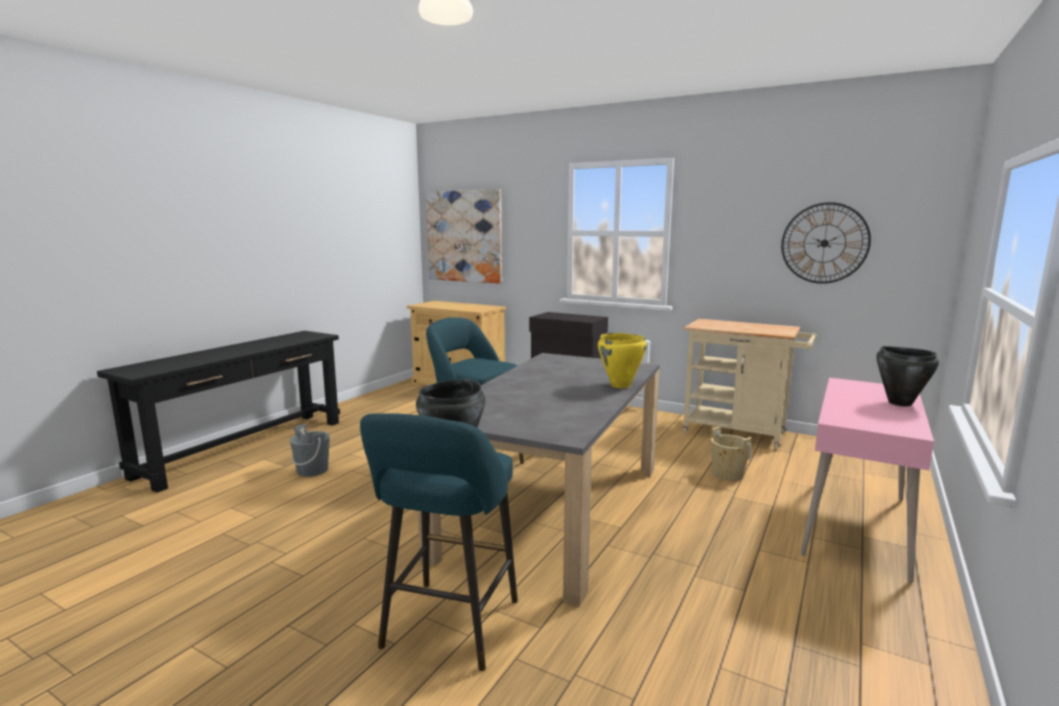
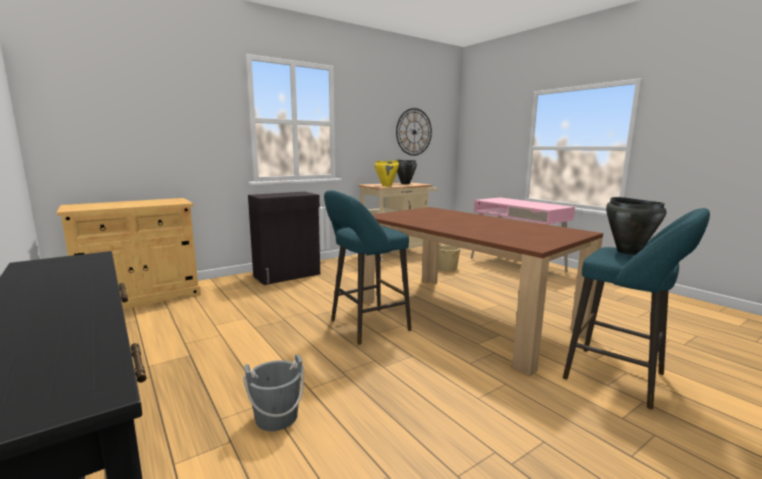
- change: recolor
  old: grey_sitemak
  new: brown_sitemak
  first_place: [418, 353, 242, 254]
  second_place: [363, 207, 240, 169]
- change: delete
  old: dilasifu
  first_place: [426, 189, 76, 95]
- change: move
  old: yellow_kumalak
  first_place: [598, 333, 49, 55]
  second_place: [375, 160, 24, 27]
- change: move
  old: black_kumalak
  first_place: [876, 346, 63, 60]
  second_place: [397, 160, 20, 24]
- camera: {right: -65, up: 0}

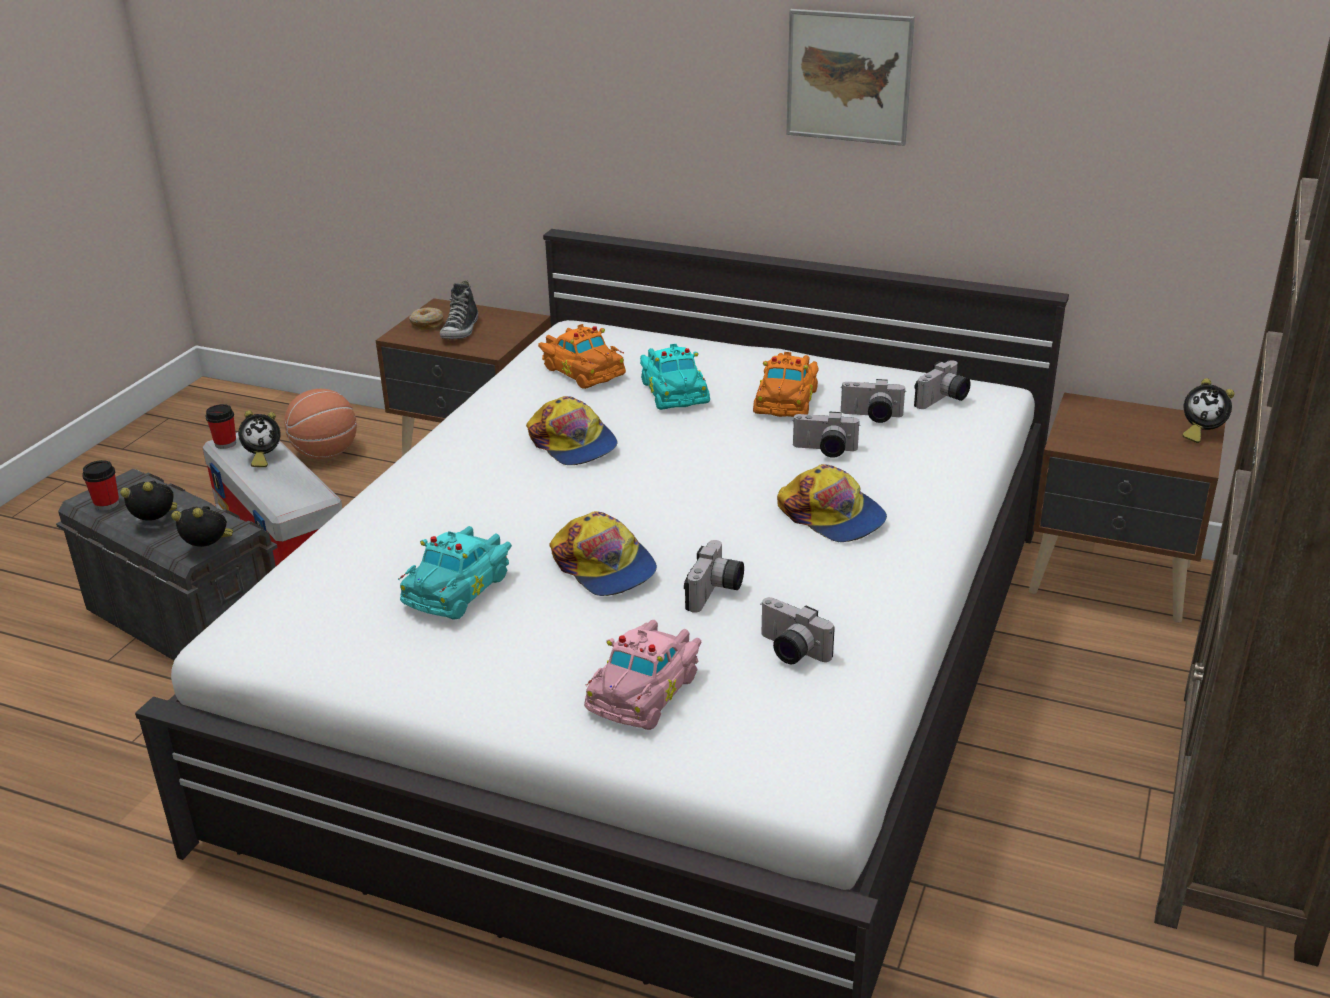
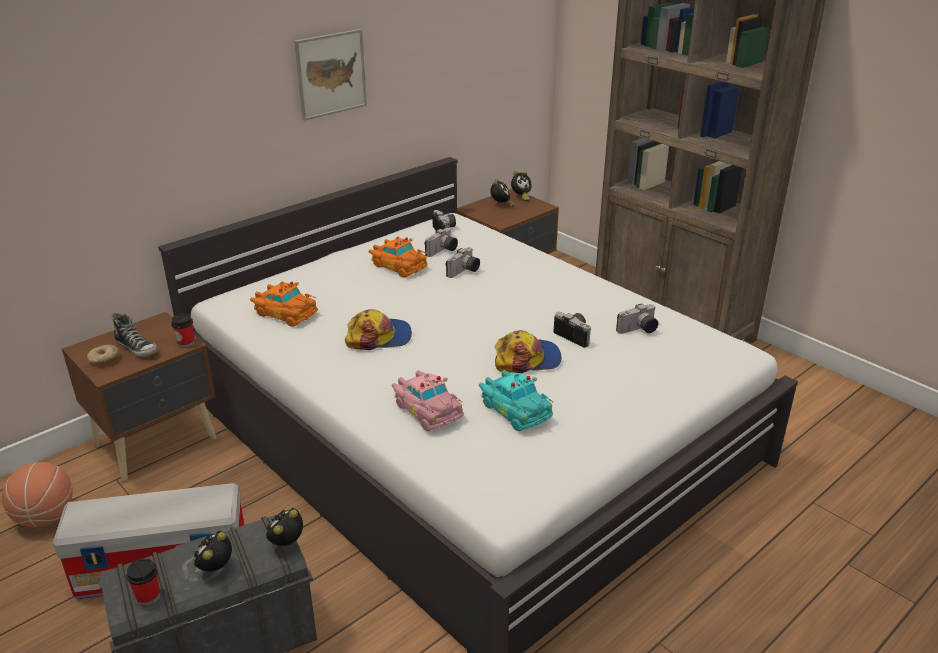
- change: move
  old: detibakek
  first_place: [205, 404, 31, 45]
  second_place: [171, 314, 23, 34]
- change: move
  old: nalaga
  first_place: [238, 410, 43, 57]
  second_place: [490, 179, 24, 28]
- change: rotate
  old: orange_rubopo
  first_place: [538, 324, 88, 65]
  second_place: [250, 281, 68, 46]
  degrees: 45
- change: move
  old: pink_rubopo
  first_place: [584, 620, 118, 110]
  second_place: [392, 370, 72, 61]
- change: delete
  old: turquoise_rubopo
  first_place: [640, 344, 70, 66]
- change: delete
  old: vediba
  first_place: [777, 464, 110, 78]
- camera: {right: -65, up: 0}

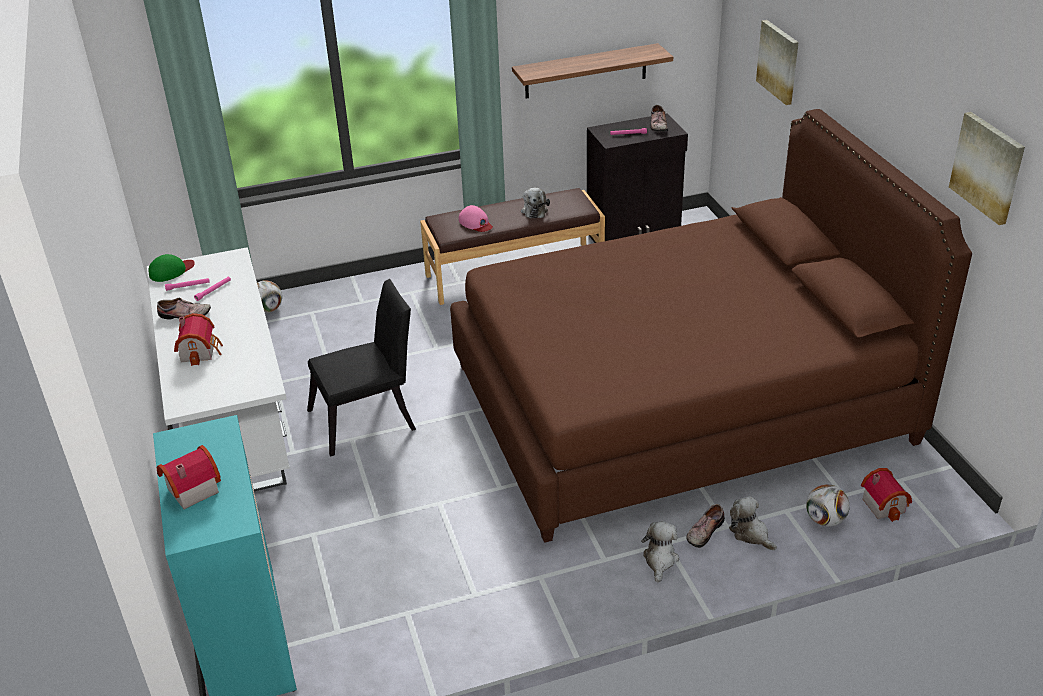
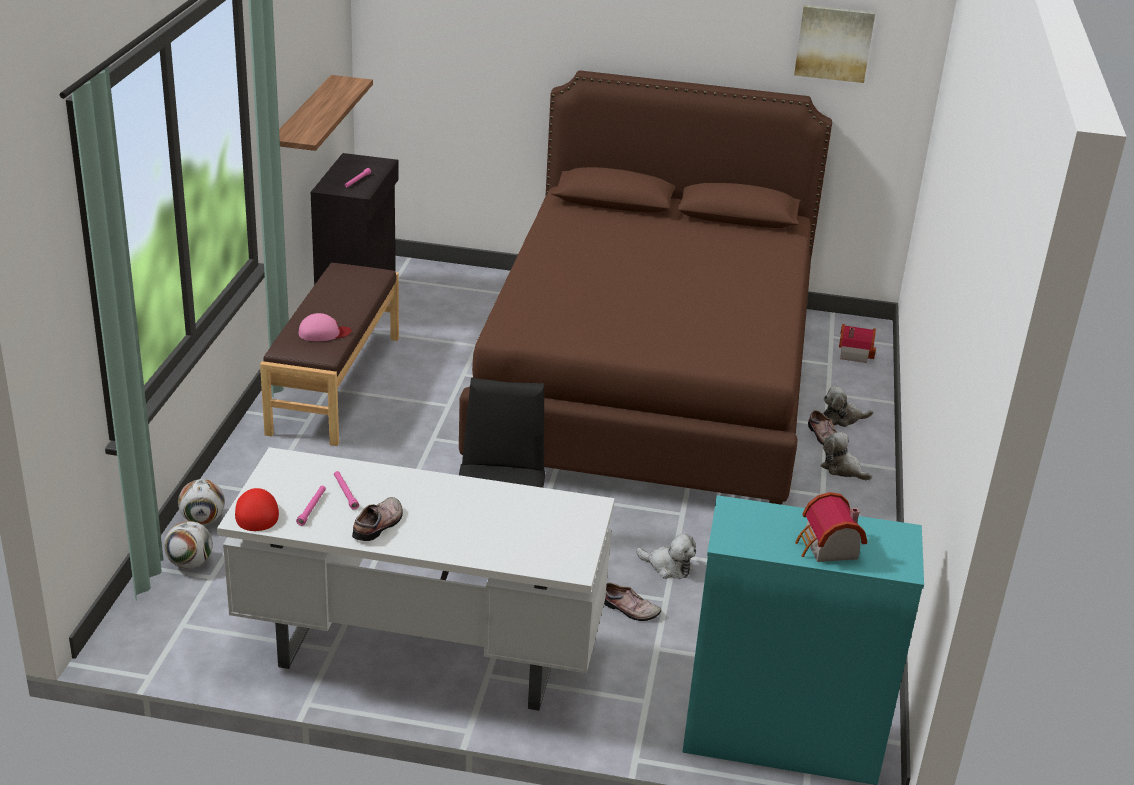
- change: recolor
  old: green_vediba
  new: red_vediba
  first_place: [149, 254, 45, 28]
  second_place: [235, 488, 44, 43]
- change: delete
  old: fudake
  first_place: [174, 313, 49, 53]
- change: move
  old: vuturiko
  first_place: [521, 188, 29, 30]
  second_place: [636, 534, 60, 45]
- change: move
  old: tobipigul
  first_place: [650, 105, 18, 27]
  second_place: [604, 582, 57, 39]
- change: delete
  old: dilasifu
  first_place: [756, 20, 43, 85]
- change: move
  old: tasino
  first_place: [806, 484, 44, 43]
  second_place: [178, 479, 47, 46]
- camera: {right: -65, up: -5}

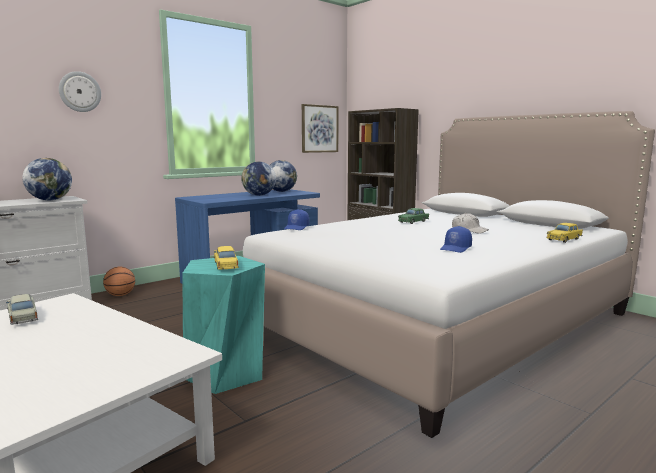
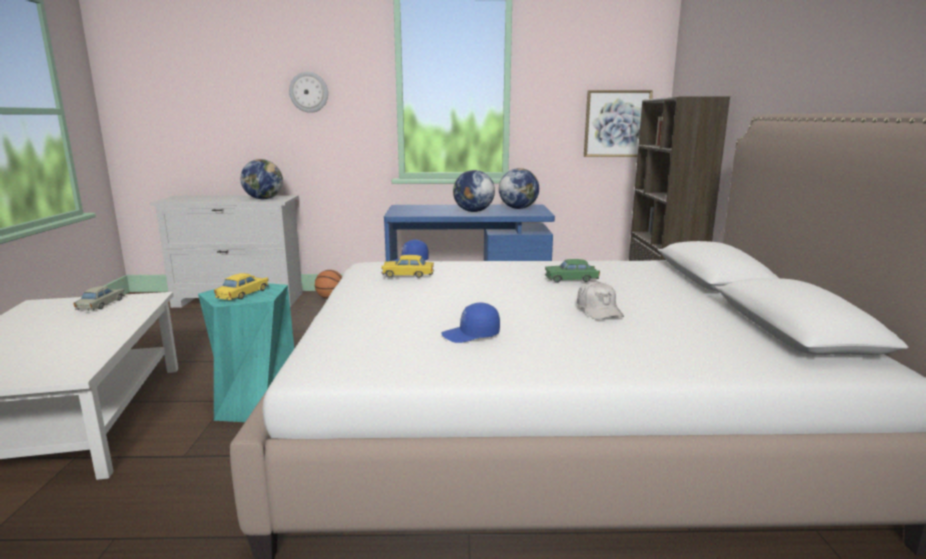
- change: move
  old: yellow_rubopo
  first_place: [547, 223, 36, 20]
  second_place: [381, 255, 53, 23]
- camera: {right: 40, up: 5}

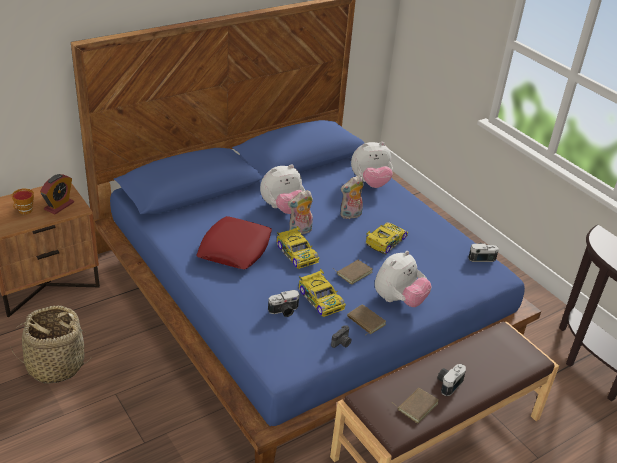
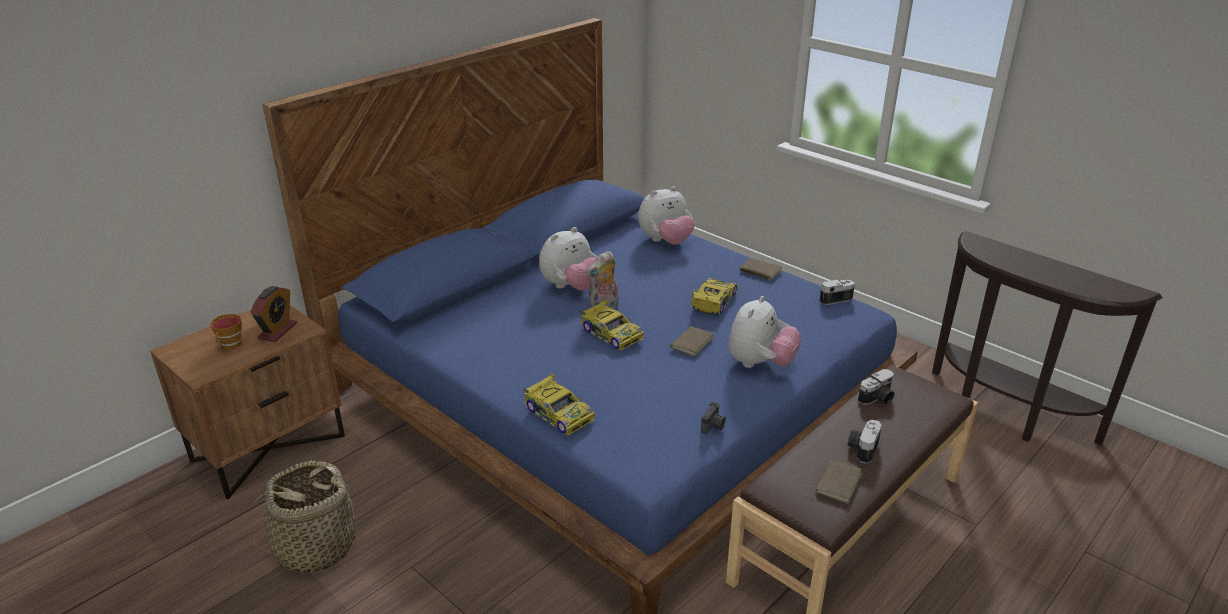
- change: delete
  old: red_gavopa
  first_place: [196, 216, 76, 53]
- change: move
  old: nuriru
  first_place: [268, 290, 31, 27]
  second_place: [858, 369, 36, 36]
- change: move
  old: rubopo
  first_place: [299, 269, 47, 48]
  second_place: [523, 373, 72, 63]
- change: delete
  old: vuturiko
  first_place: [340, 175, 24, 44]
- change: move
  old: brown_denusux
  first_place: [347, 304, 39, 31]
  second_place: [740, 258, 42, 23]
- camera: {right: -10, up: -5}

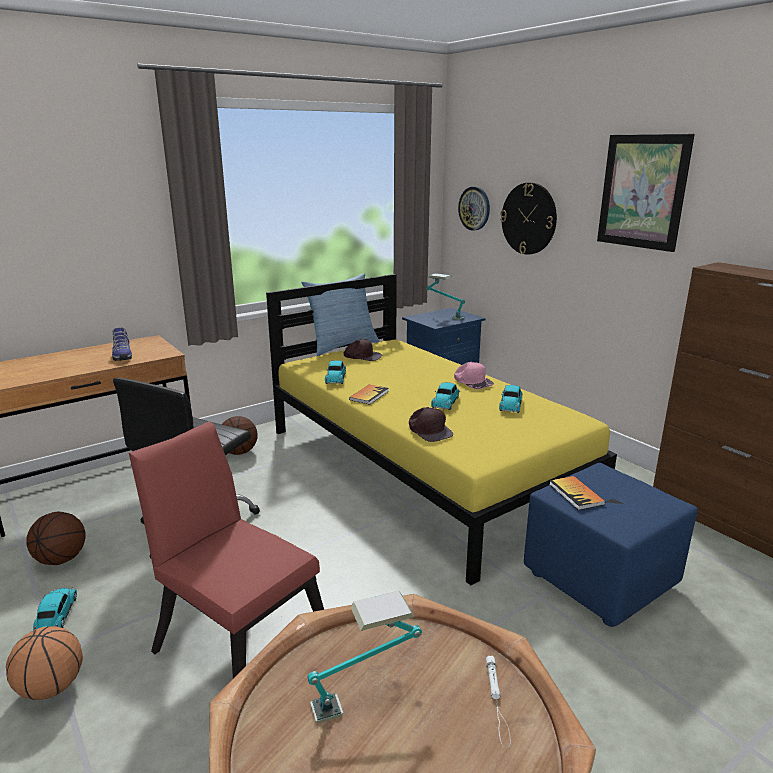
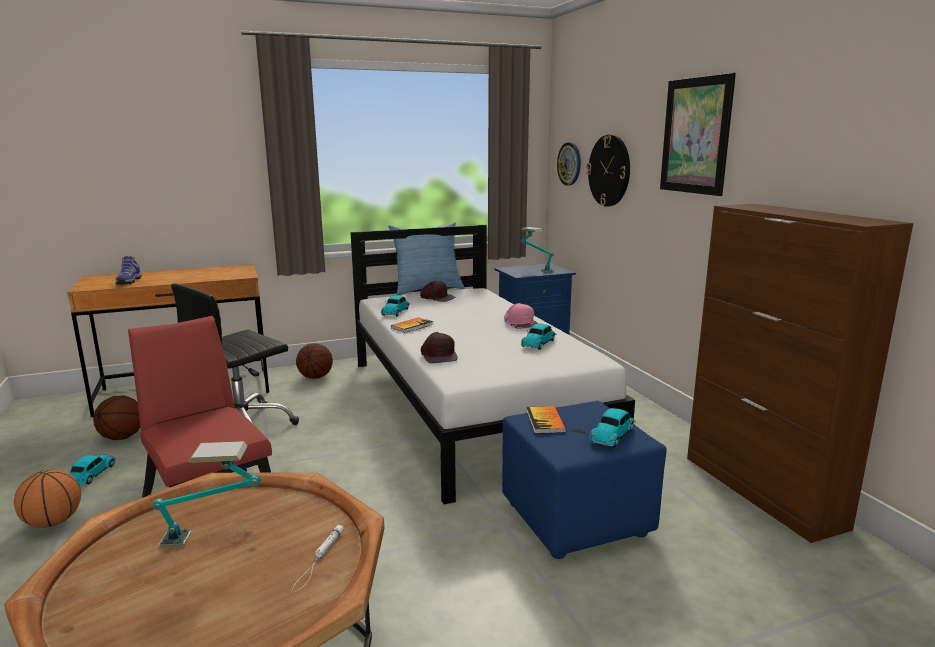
- change: move
  old: tobipigul
  first_place: [112, 328, 20, 33]
  second_place: [116, 256, 26, 29]
- change: recolor
  old: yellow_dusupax
  new: white_dusupax
  first_place: [266, 274, 351, 311]
  second_place: [351, 225, 284, 279]
- change: move
  old: rubopo
  first_place: [431, 382, 29, 28]
  second_place: [589, 408, 47, 39]
- camera: {right: 15, up: -5}

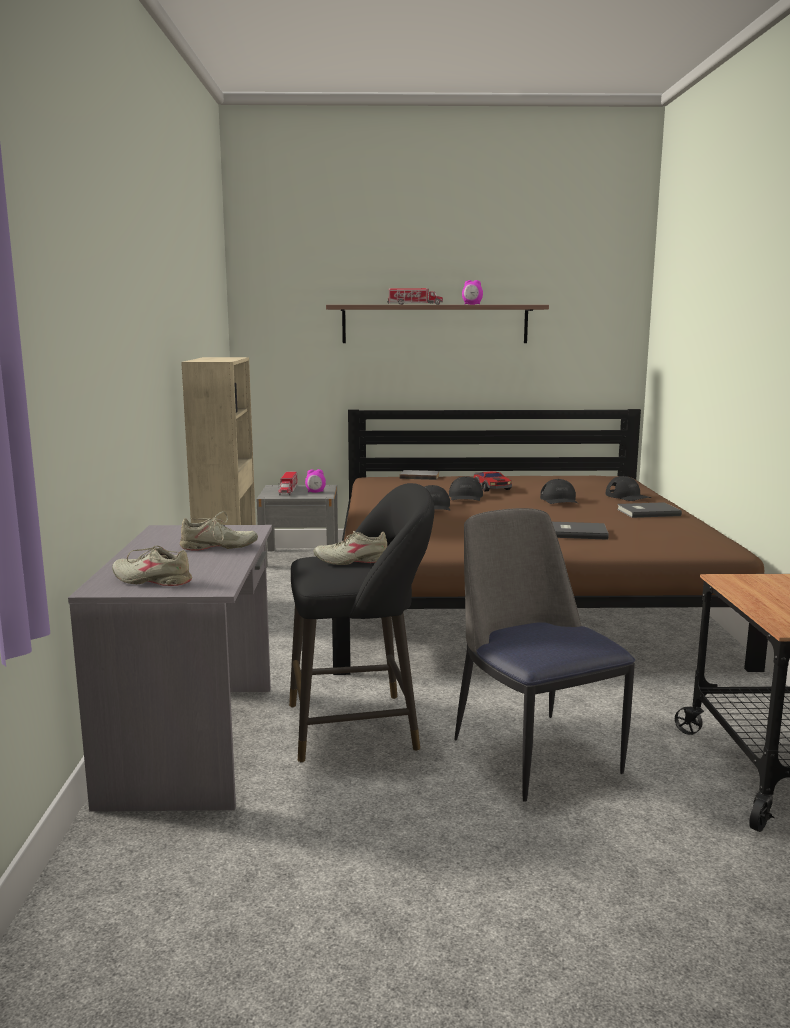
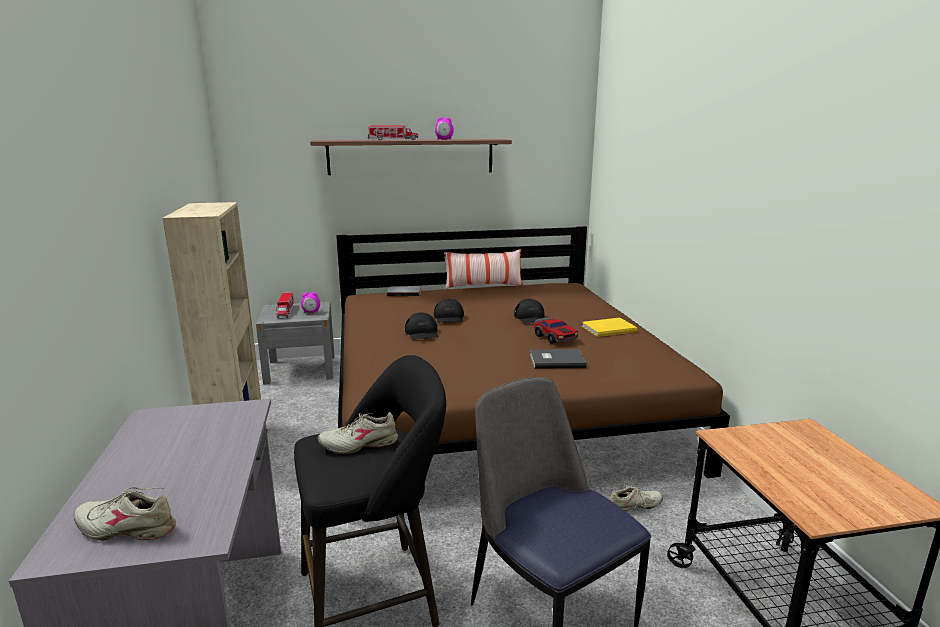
- change: move
  old: beige_tobipigul
  first_place: [180, 511, 78, 39]
  second_place: [610, 476, 53, 36]
- change: move
  old: rubopo
  first_place: [474, 471, 38, 20]
  second_place: [534, 317, 44, 27]
- change: delete
  old: black_vediba
  first_place: [606, 476, 46, 25]
- change: recolor
  old: grey_denusux
  new: yellow_denusux
  first_place: [617, 502, 65, 16]
  second_place: [582, 318, 56, 19]
- change: insert
  new: gavopa
  second_place: [444, 249, 79, 40]
- camera: {right: -10, up: 5}

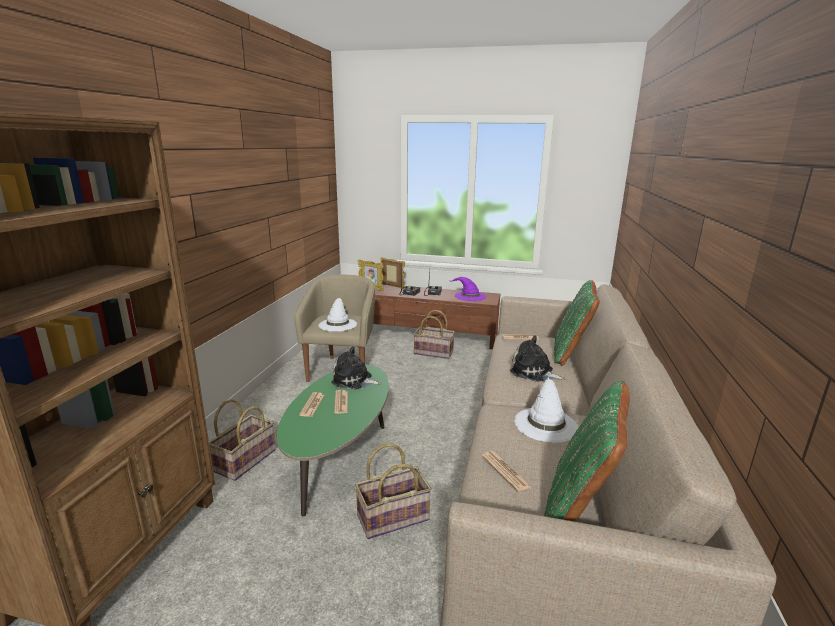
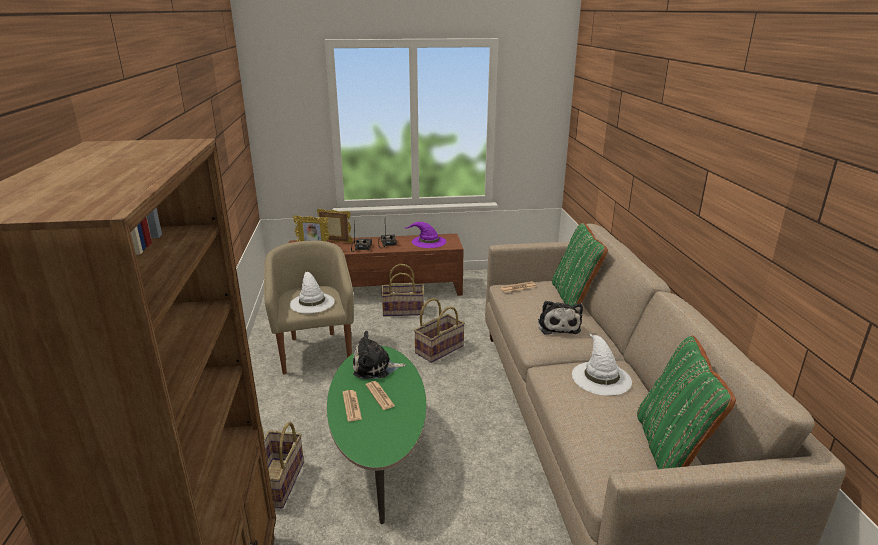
- change: move
  old: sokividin
  first_place: [355, 443, 76, 96]
  second_place: [414, 298, 51, 65]
- change: delete
  old: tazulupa
  first_place: [482, 451, 50, 41]
- change: rotate
  old: vuturiko
  first_place: [510, 335, 55, 47]
  second_place: [538, 301, 45, 34]
  degrees: -105
- camera: {right: -20, up: 5}

